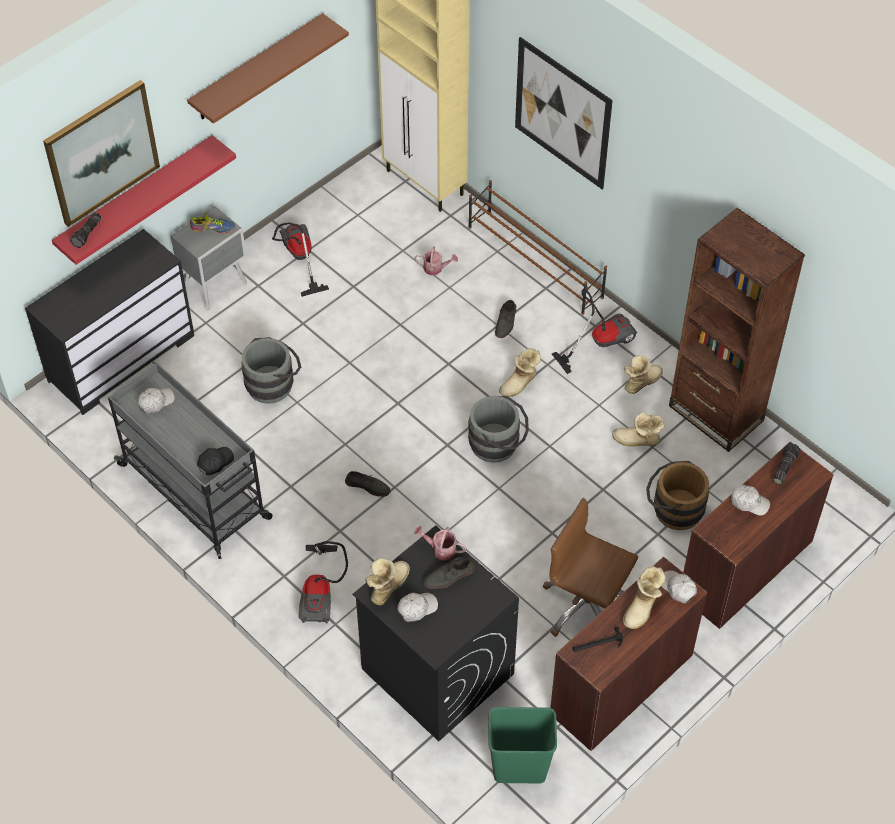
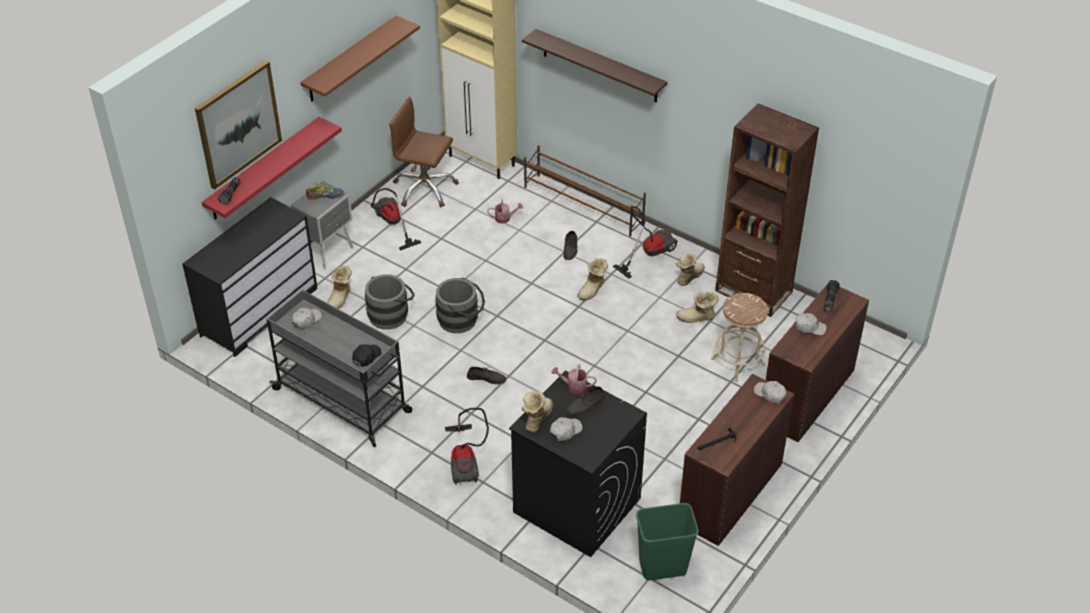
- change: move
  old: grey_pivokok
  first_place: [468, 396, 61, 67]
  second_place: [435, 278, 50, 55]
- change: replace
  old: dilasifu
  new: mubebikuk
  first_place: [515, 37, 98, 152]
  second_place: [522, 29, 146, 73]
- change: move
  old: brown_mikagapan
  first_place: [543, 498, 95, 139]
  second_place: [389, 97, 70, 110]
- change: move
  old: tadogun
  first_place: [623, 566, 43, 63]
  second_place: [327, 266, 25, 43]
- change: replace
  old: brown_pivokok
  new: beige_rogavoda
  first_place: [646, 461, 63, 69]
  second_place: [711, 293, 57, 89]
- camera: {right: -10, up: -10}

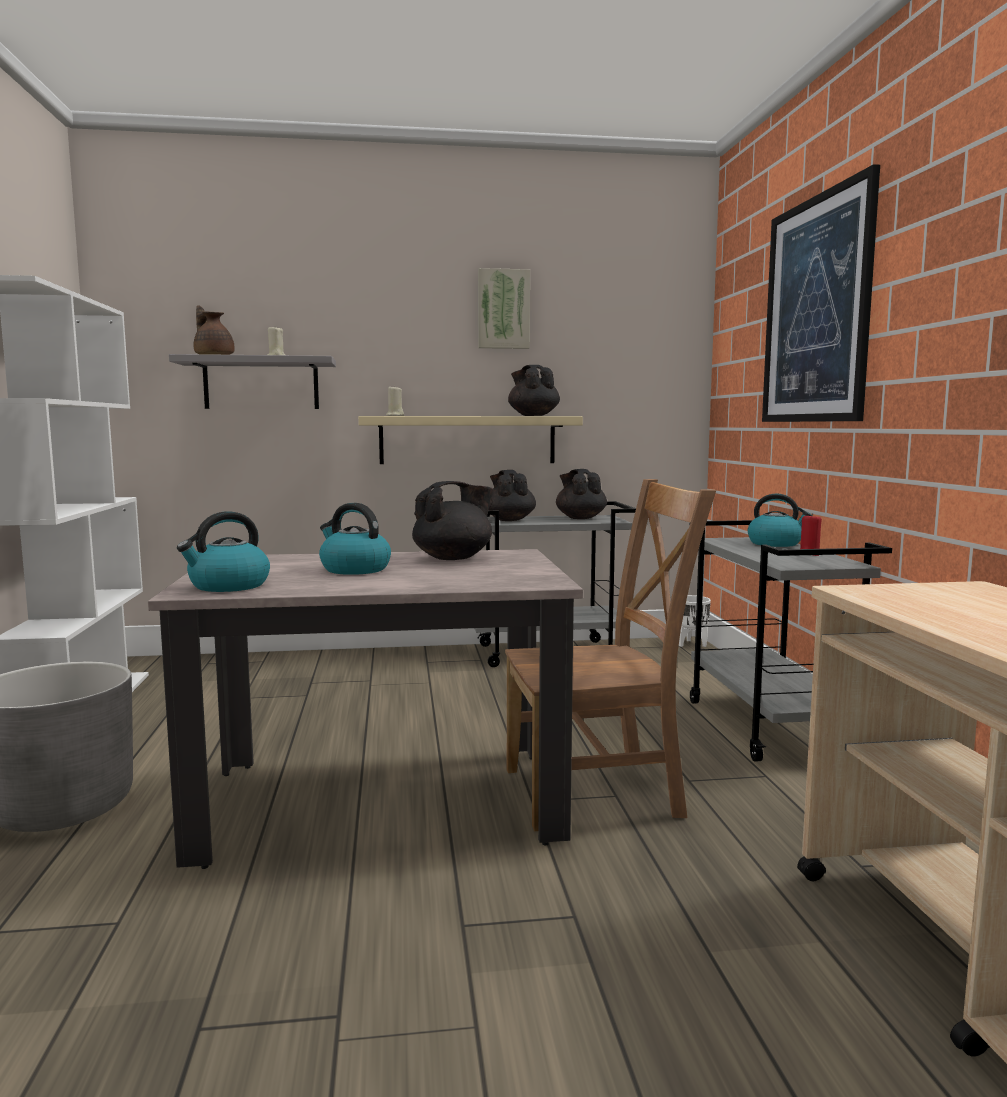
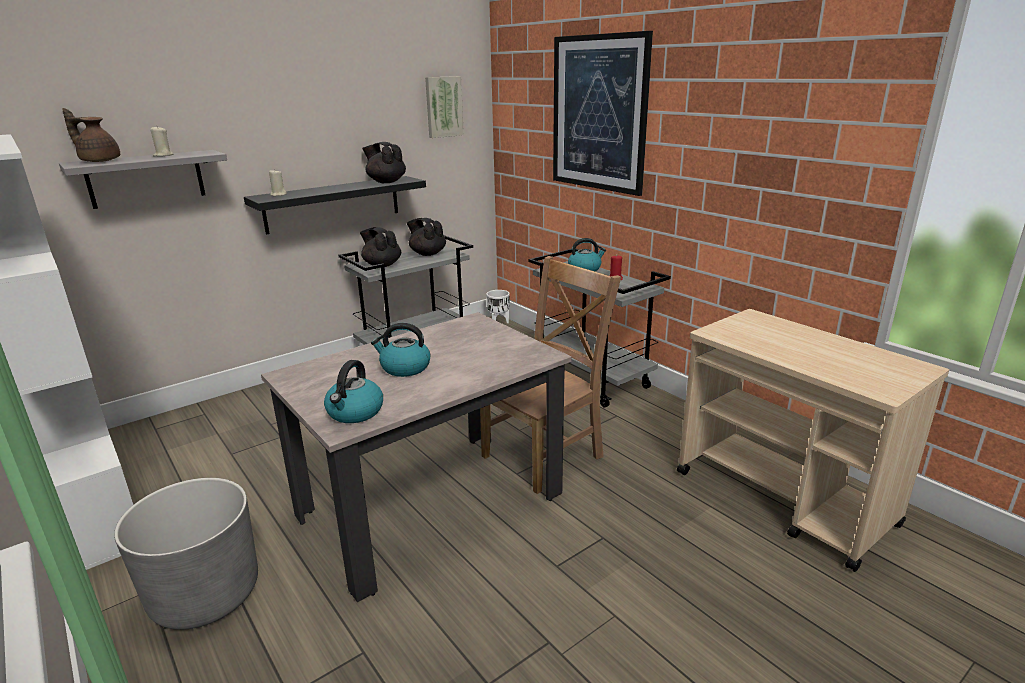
- change: recolor
  old: beige_mubebikuk
  new: black_mubebikuk
  first_place: [358, 416, 225, 48]
  second_place: [244, 176, 182, 59]
- change: delete
  old: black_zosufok
  first_place: [412, 481, 81, 79]
- change: move
  old: dilasifu
  first_place: [478, 268, 52, 81]
  second_place: [425, 76, 39, 62]
- camera: {right: -30, up: 15}

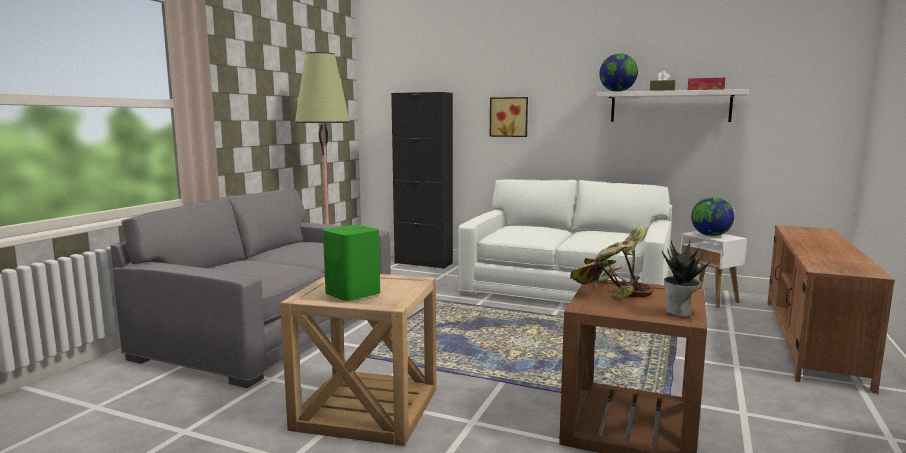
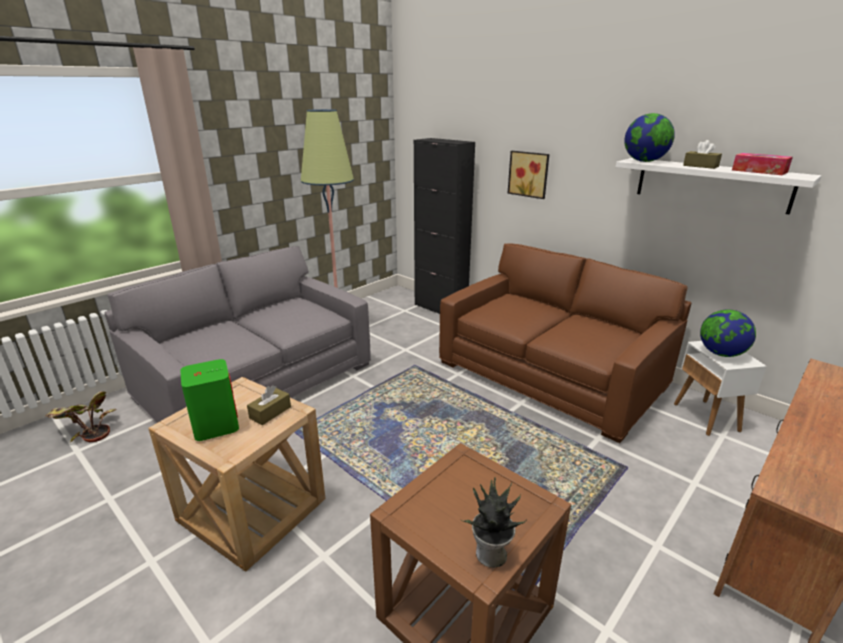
- change: recolor
  old: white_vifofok
  new: brown_vifofok
  first_place: [458, 179, 214, 124]
  second_place: [439, 243, 252, 200]
- change: move
  old: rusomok
  first_place: [570, 225, 83, 74]
  second_place: [46, 391, 71, 52]
- change: insert
  new: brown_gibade
  second_place: [247, 385, 44, 40]
- camera: {right: 20, up: 15}

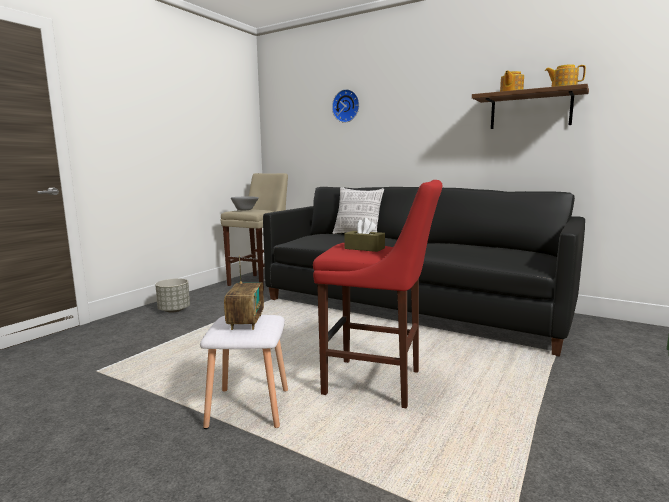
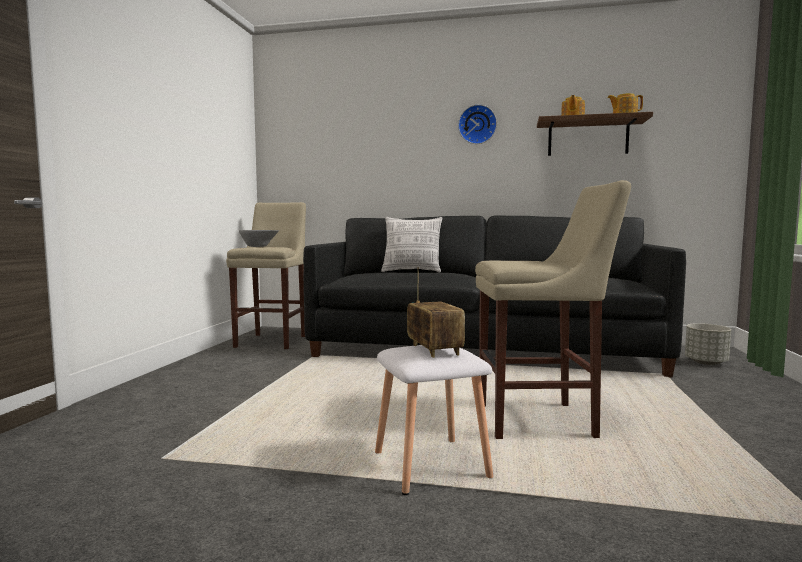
- change: move
  old: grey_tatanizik
  first_place: [155, 278, 35, 35]
  second_place: [685, 323, 46, 42]
- change: recolor
  old: red_rogavoda
  new: beige_rogavoda
  first_place: [313, 180, 129, 229]
  second_place: [475, 180, 156, 259]
- change: move
  old: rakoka
  first_place: [332, 89, 27, 34]
  second_place: [458, 104, 39, 40]
- change: delete
  old: brown_gibade
  first_place: [344, 218, 41, 34]
- camera: {right: -20, up: -5}

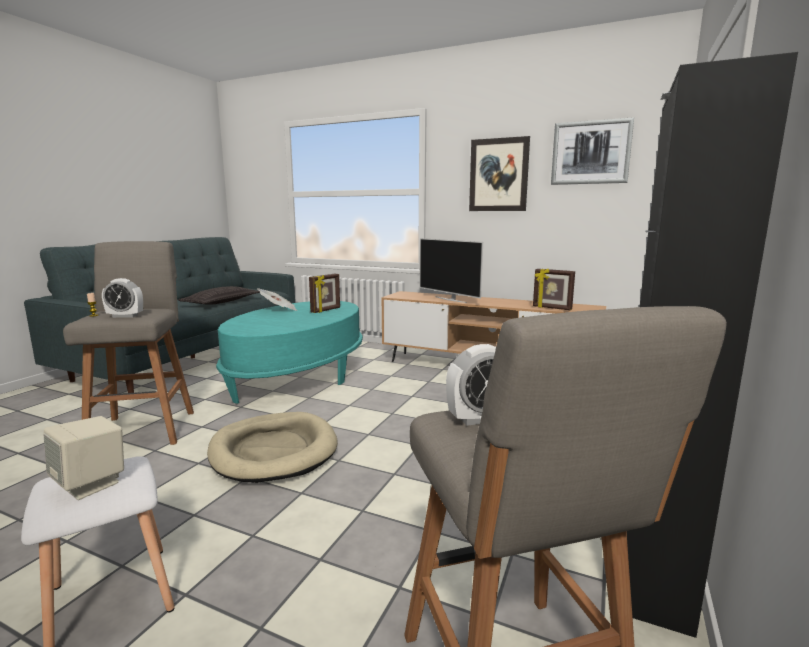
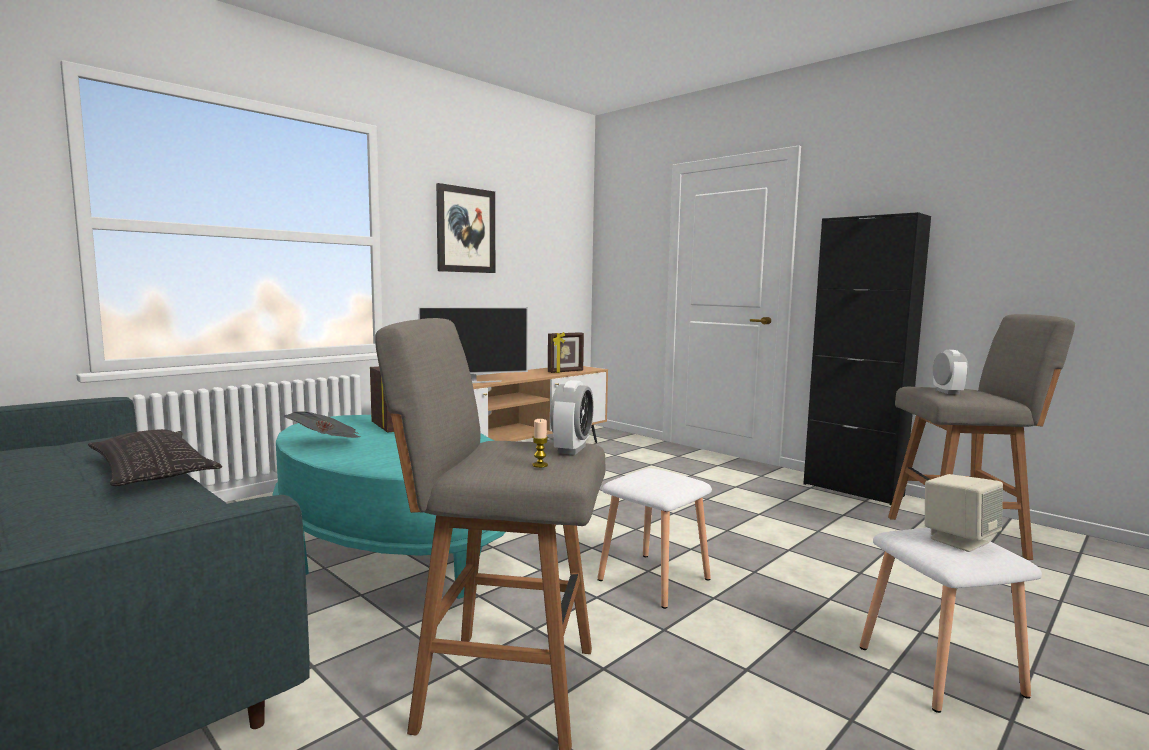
- change: replace
  old: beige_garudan
  new: white_rogavoda
  first_place: [207, 412, 131, 71]
  second_place: [597, 468, 115, 141]
- change: delete
  old: dilasifu
  first_place: [551, 117, 83, 68]
- camera: {right: -70, up: -5}

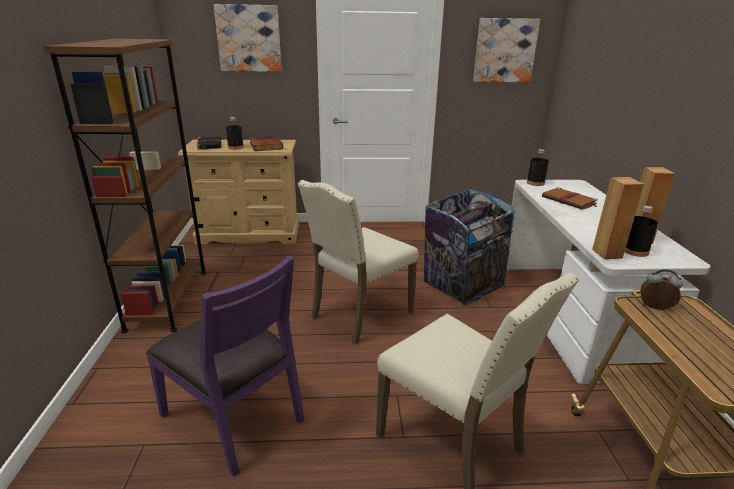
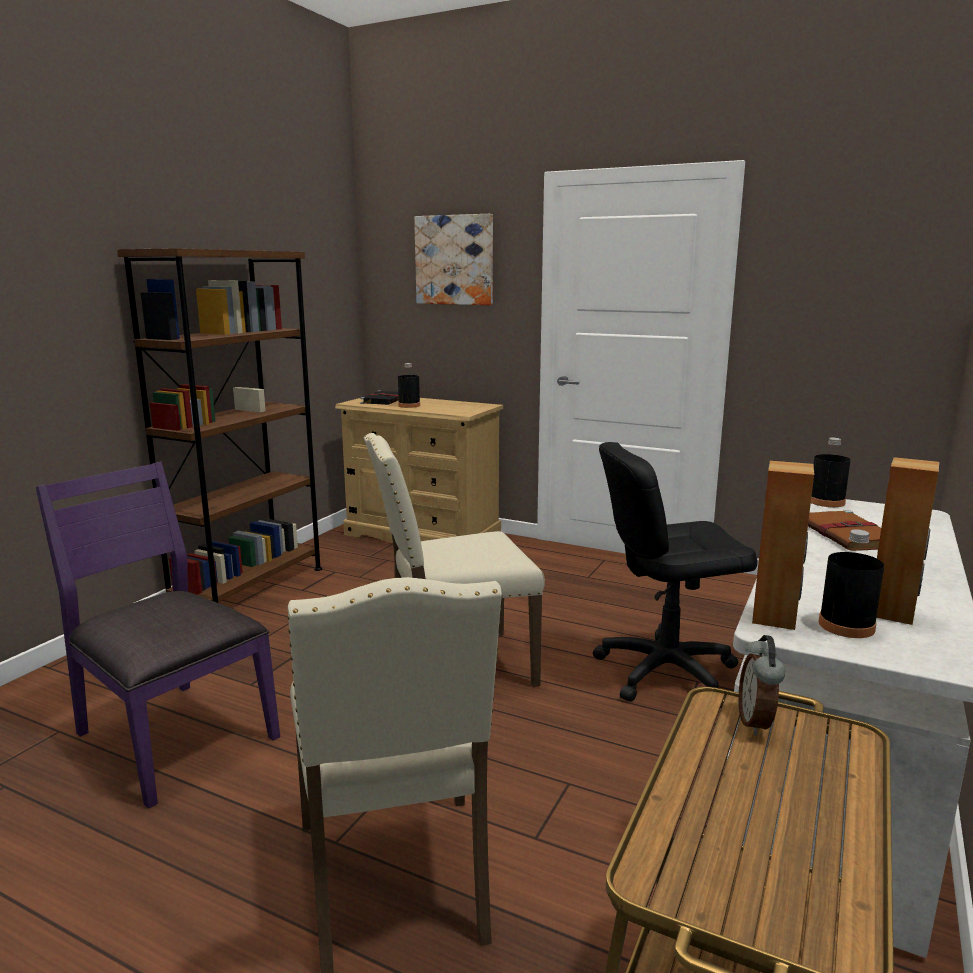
- change: rotate
  old: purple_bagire
  first_place: [146, 255, 159, 221]
  second_place: [35, 462, 245, 347]
  degrees: 150
- change: delete
  old: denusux
  first_place: [250, 136, 33, 15]
- change: replace
  old: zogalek
  new: black_mikagapan
  first_place: [424, 188, 92, 117]
  second_place: [593, 442, 165, 259]
- change: delete
  old: dilasifu
  first_place: [473, 18, 67, 64]
- change: rotate
  old: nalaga
  first_place: [640, 269, 43, 41]
  second_place: [739, 635, 46, 101]
  degrees: -135
- camera: {right: 30, up: -10}

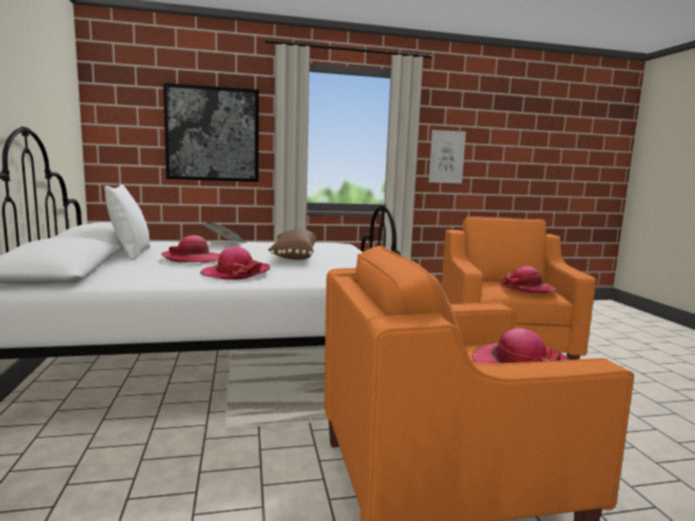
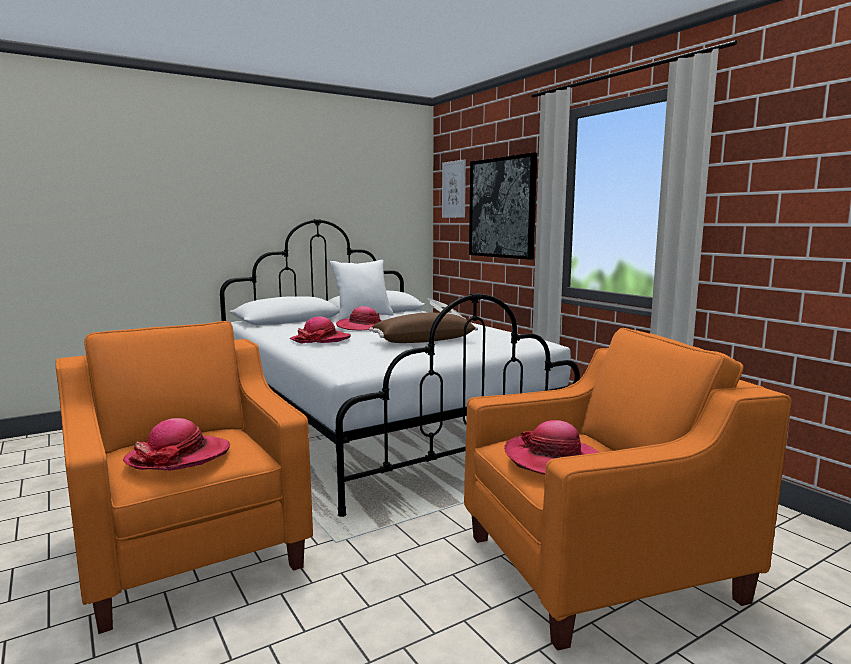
- change: move
  old: dilasifu
  first_place: [429, 130, 37, 54]
  second_place: [442, 159, 24, 59]
- camera: {right: 70, up: 0}

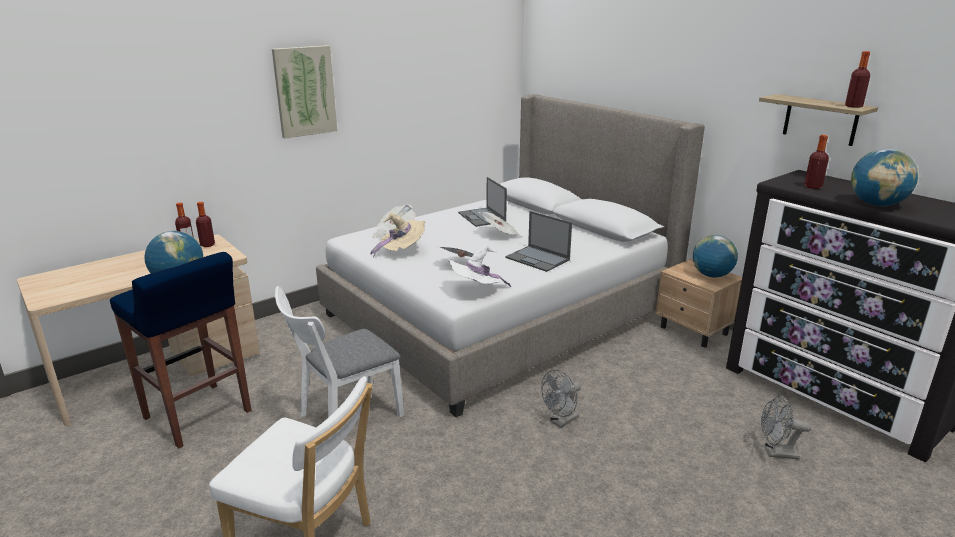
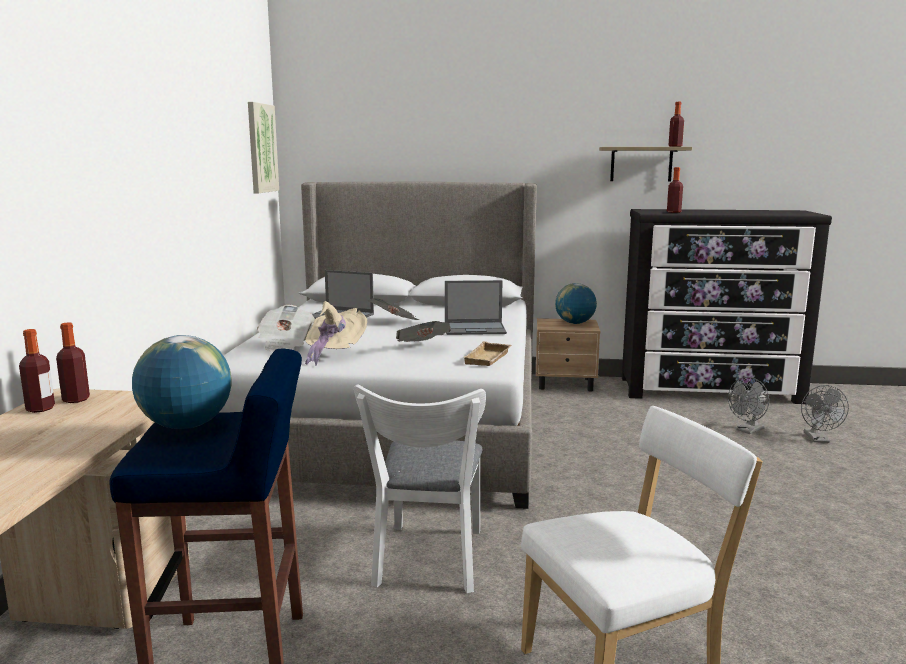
- change: move
  old: dilasifu
  first_place: [272, 45, 65, 94]
  second_place: [248, 102, 31, 91]
- change: replace
  old: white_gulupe
  new: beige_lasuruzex
  first_place: [448, 244, 63, 43]
  second_place: [464, 341, 47, 25]
- change: move
  old: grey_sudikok
  first_place: [541, 370, 40, 58]
  second_place: [801, 385, 48, 58]
- change: delete
  old: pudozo
  first_place: [851, 149, 67, 57]
- camera: {right: -45, up: -10}

